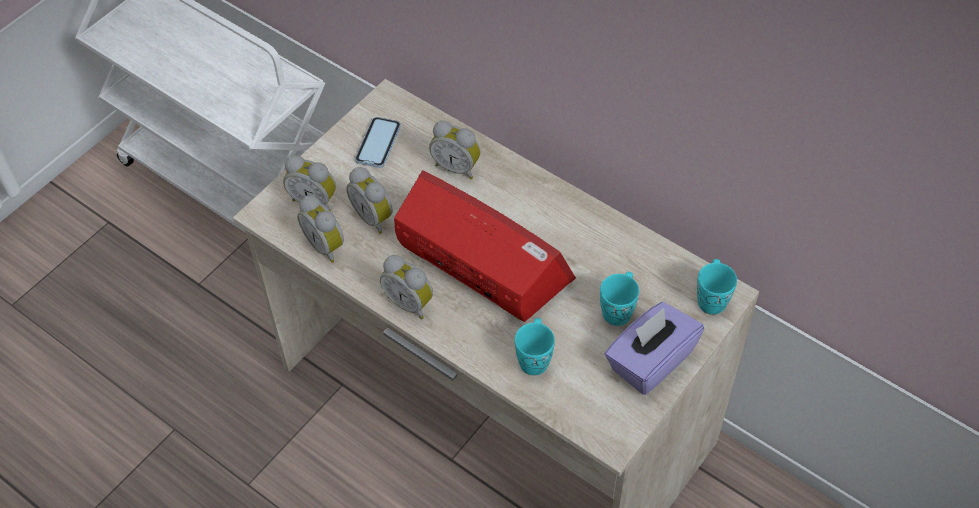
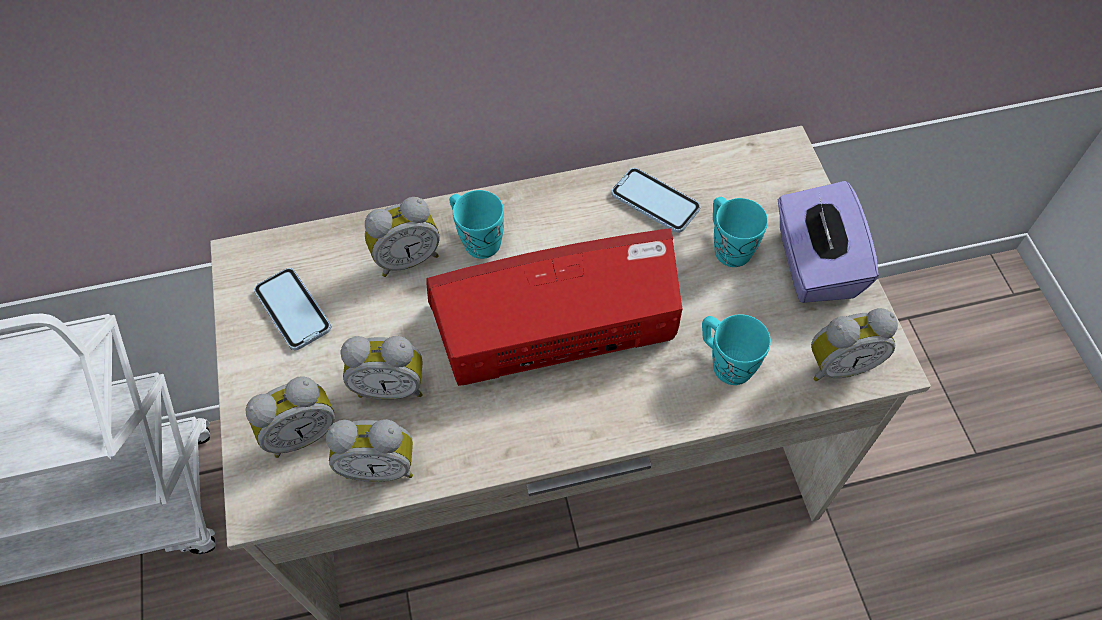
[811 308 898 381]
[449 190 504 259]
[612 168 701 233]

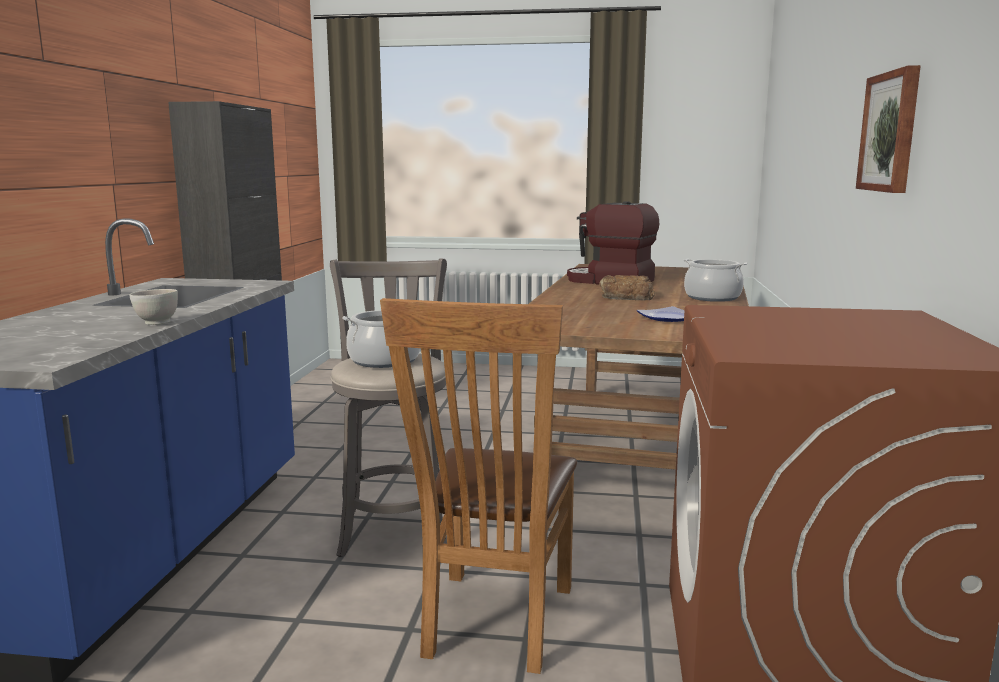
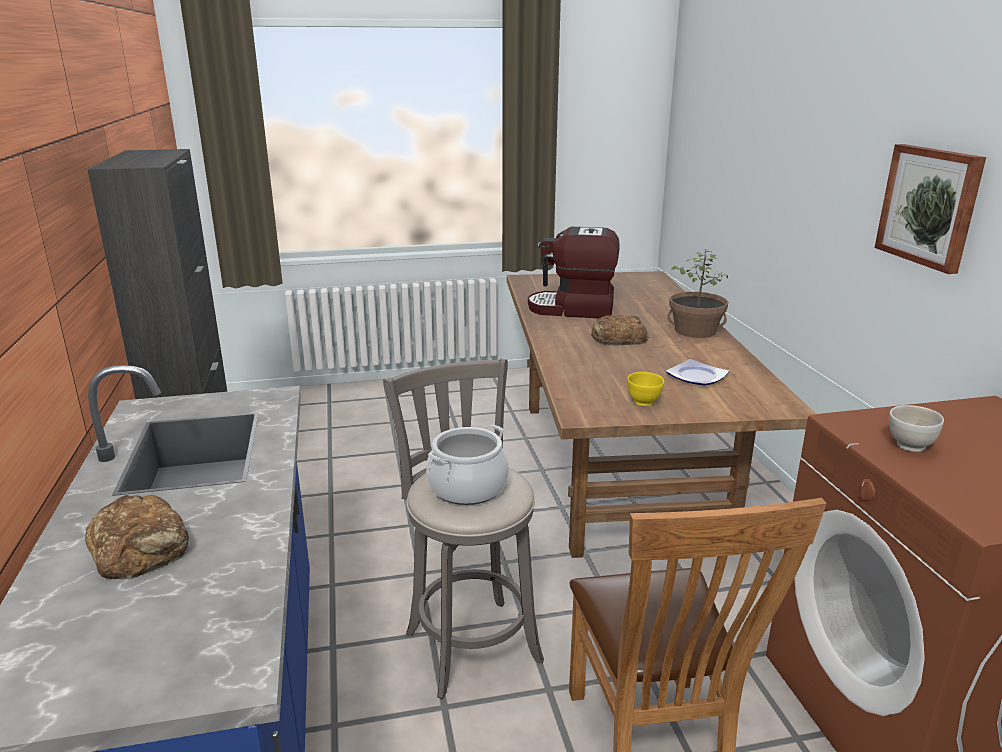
[667 249 728 338]
[889 405 944 452]
[627 372 664 406]
[85 495 189 579]

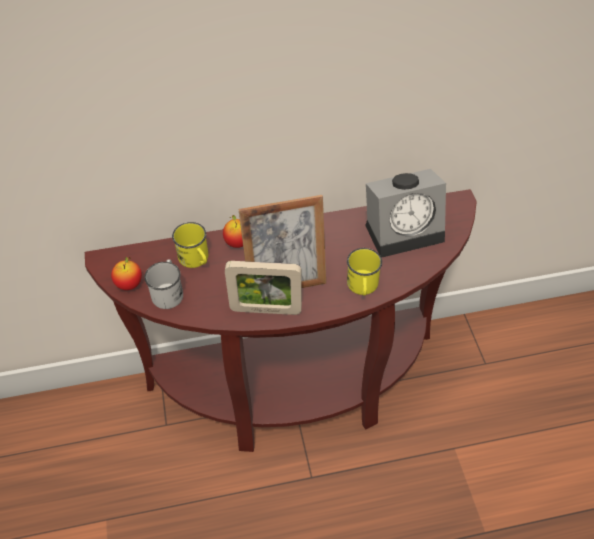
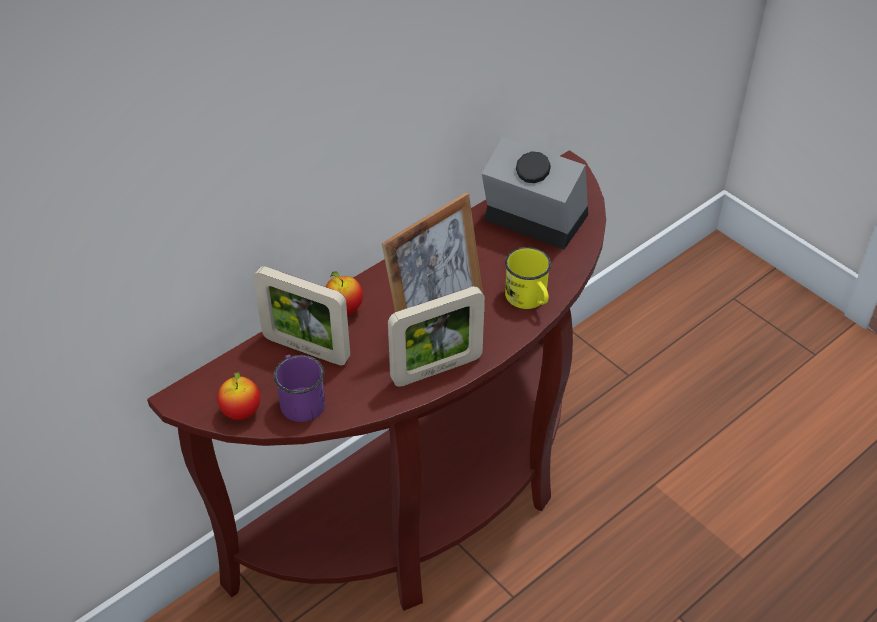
[482 137 588 250]
[253 266 350 365]
[274 355 325 422]

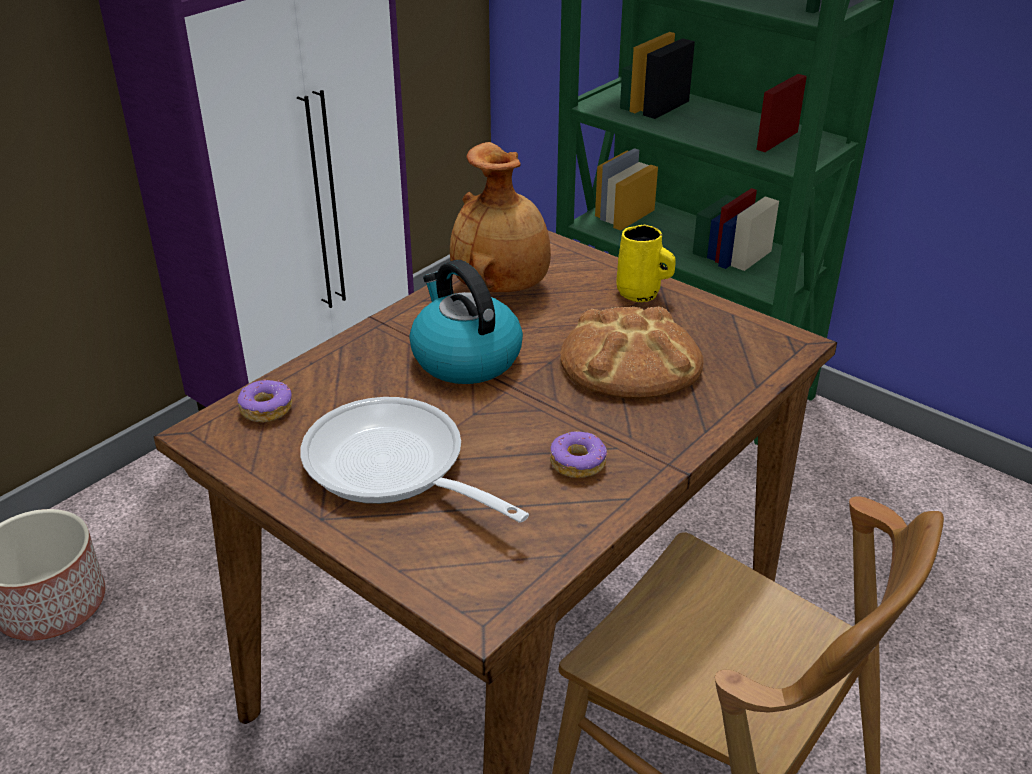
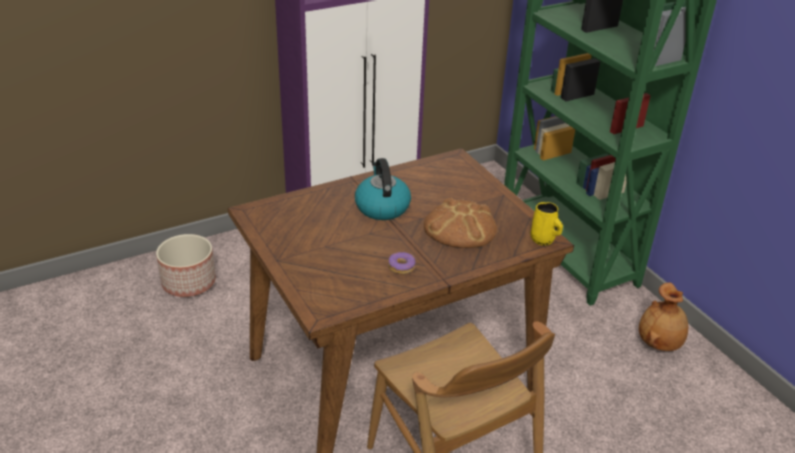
[639 282 688 351]
[531 202 563 246]
[237 379 292 423] (first image)
[301 397 529 523] (first image)

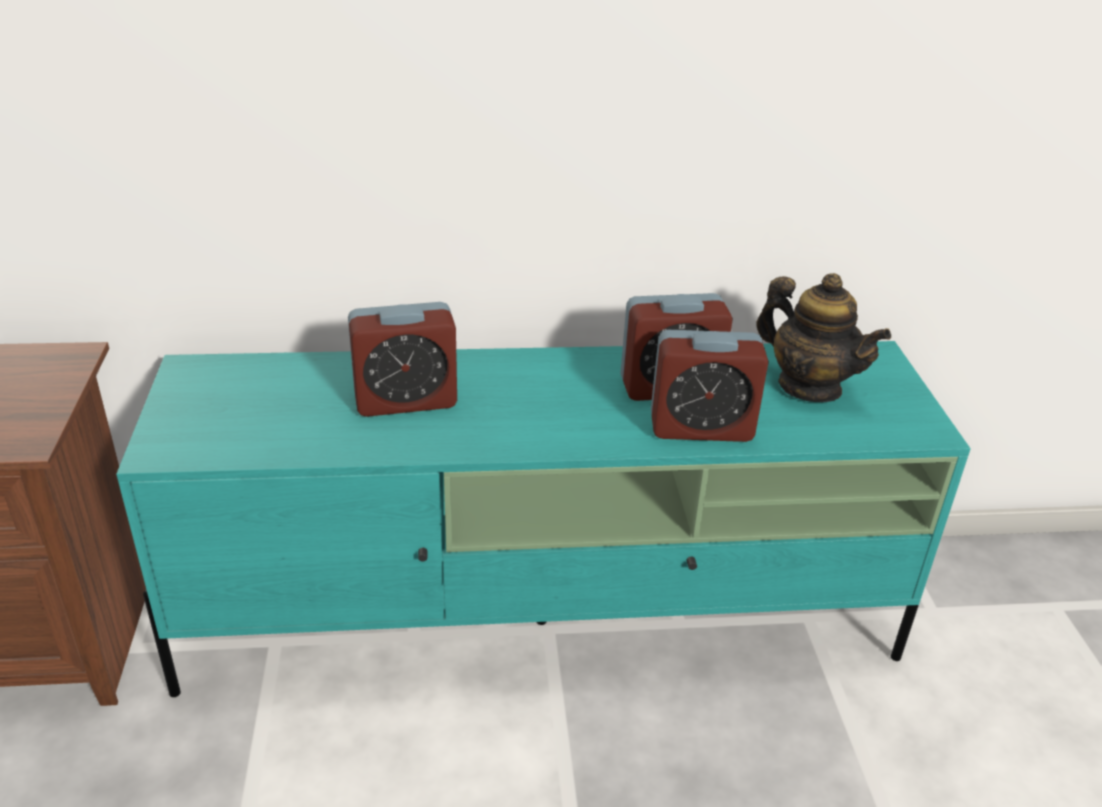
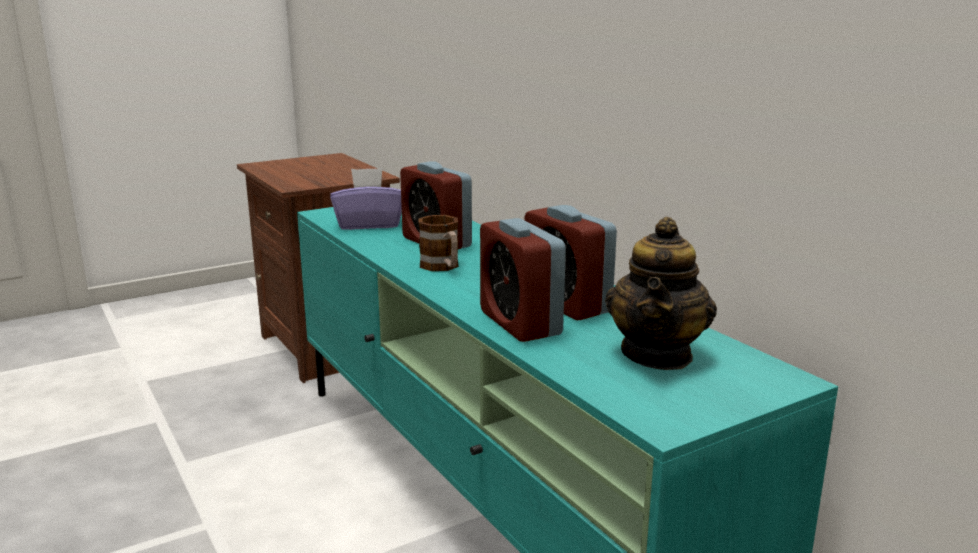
[330 168 402 230]
[419 215 459 271]

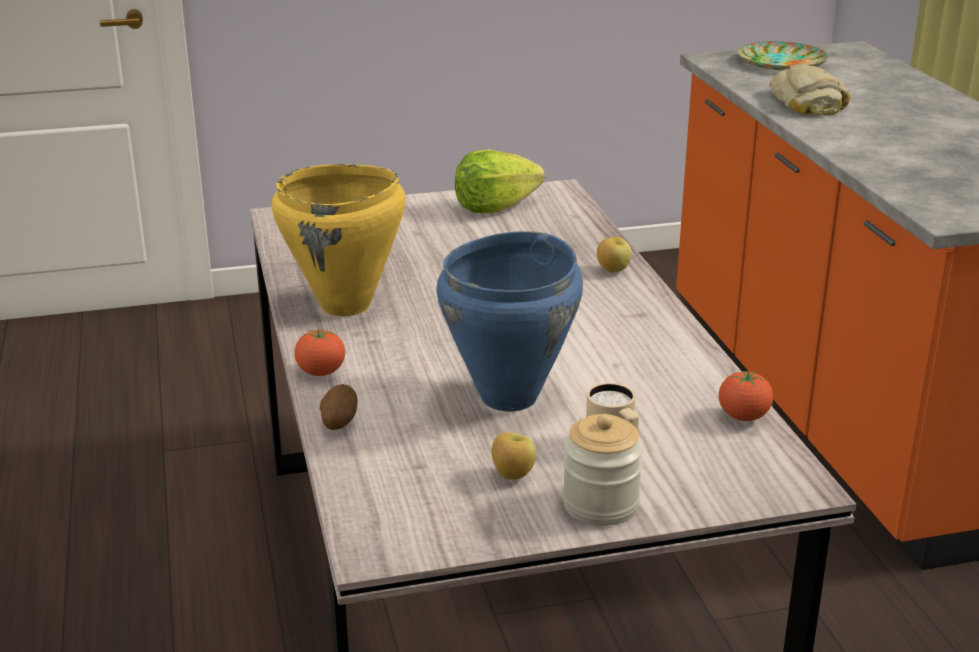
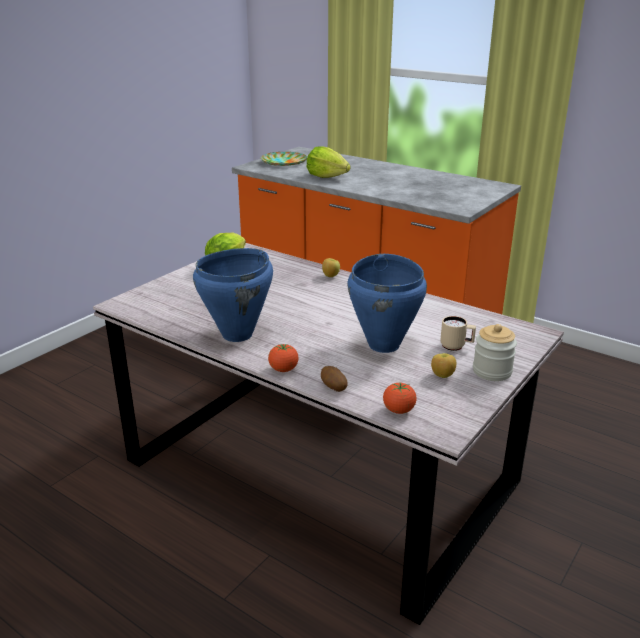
[307 146 351 178]
[193 248 273 342]
[383 383 417 414]

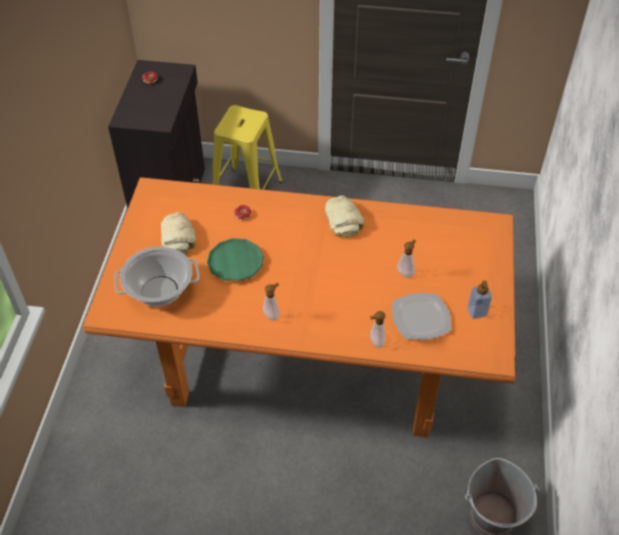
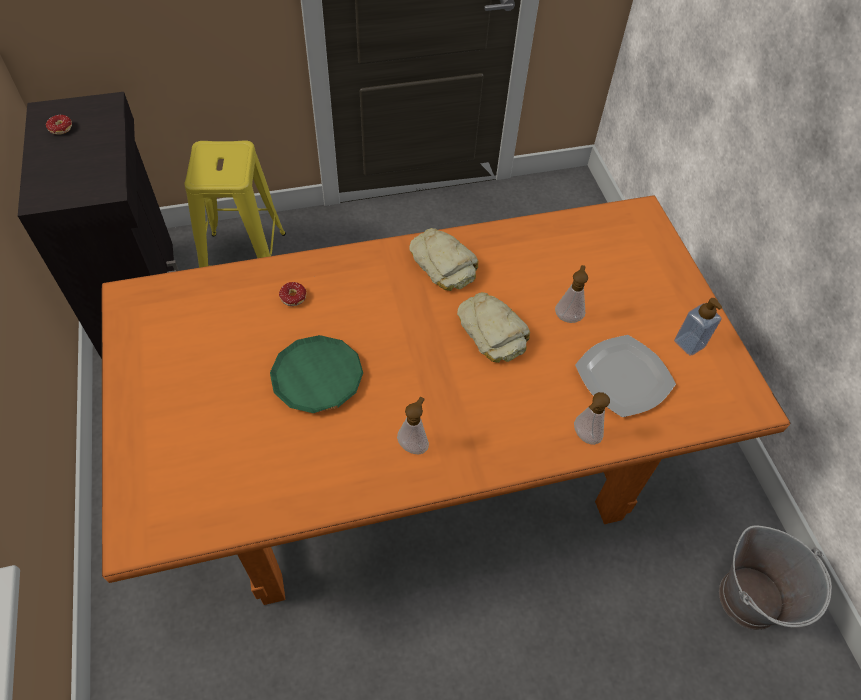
[457 292 530 363]
[114 247 200 306] (first image)

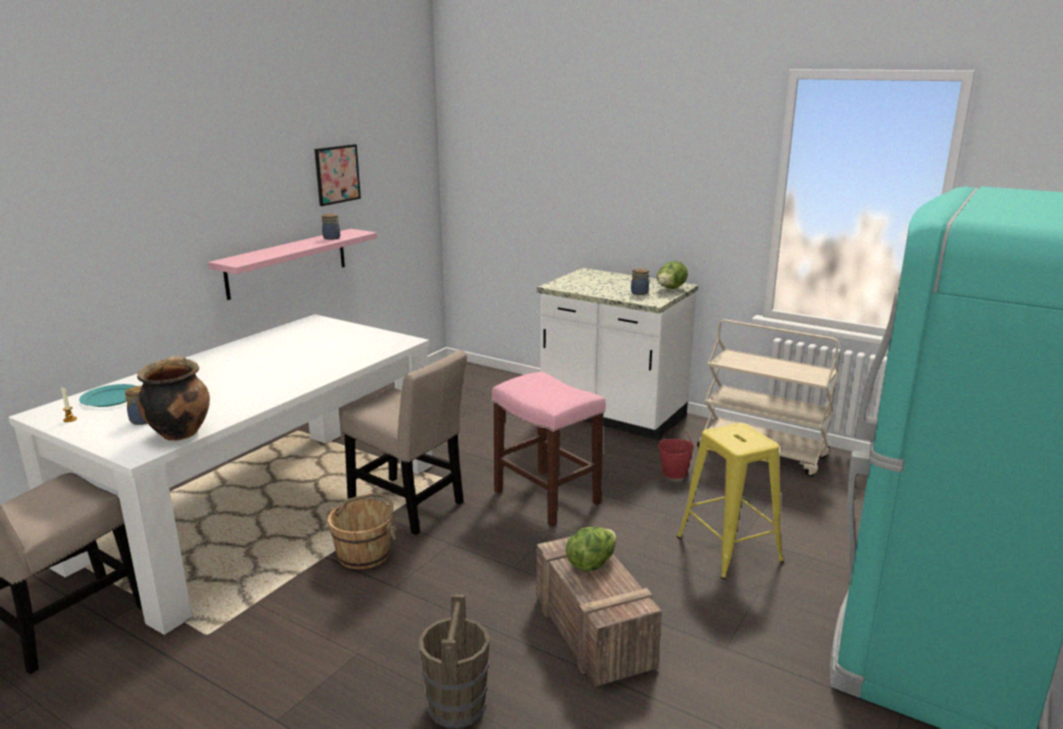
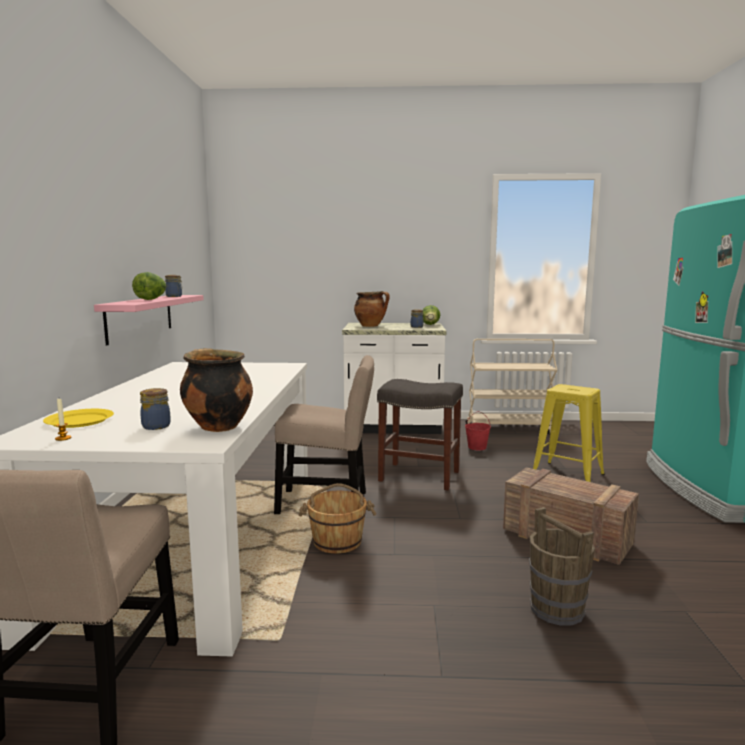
[315 144 361 206] (first image)
[377 379 463 490]
[43 409 114 428]
[132 272 166 300]
[354 291 390 327]

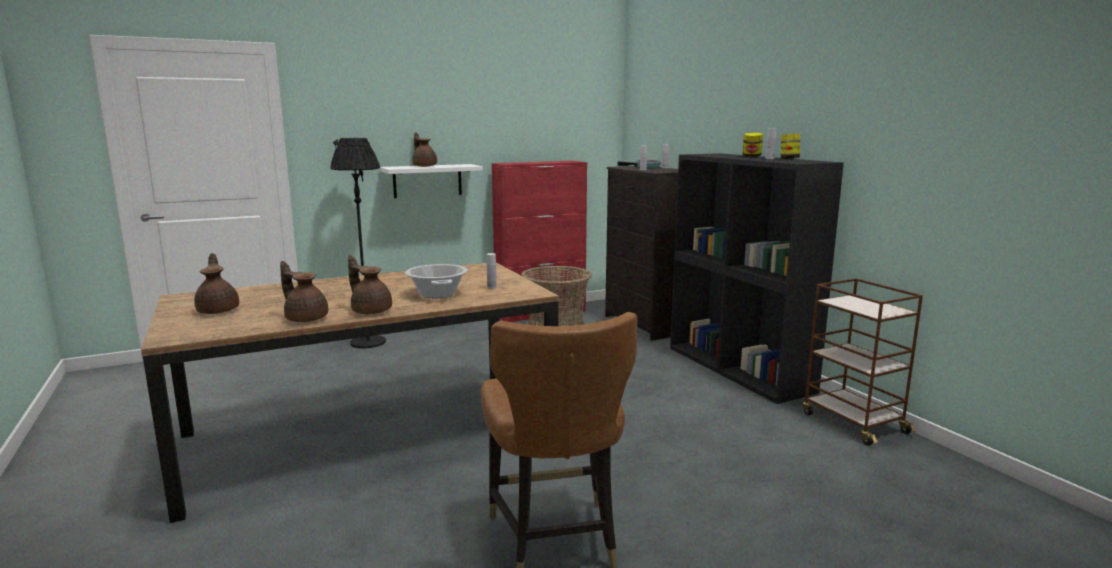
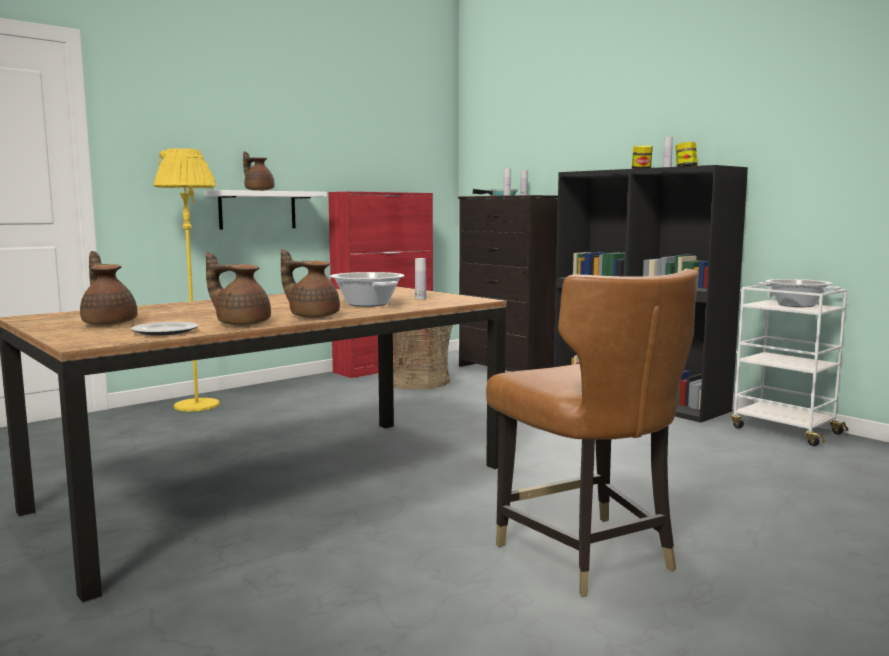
[154 148 220 412]
[731 285 848 446]
[758 279 841 307]
[131 322 199 336]

